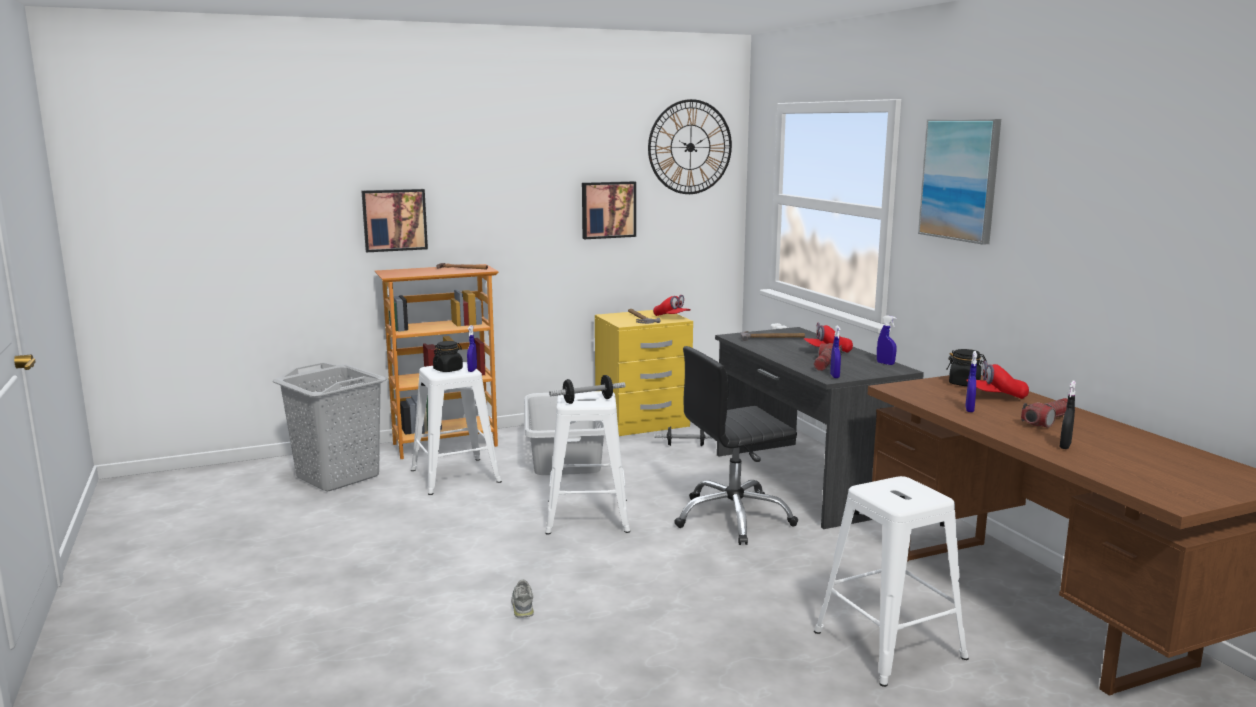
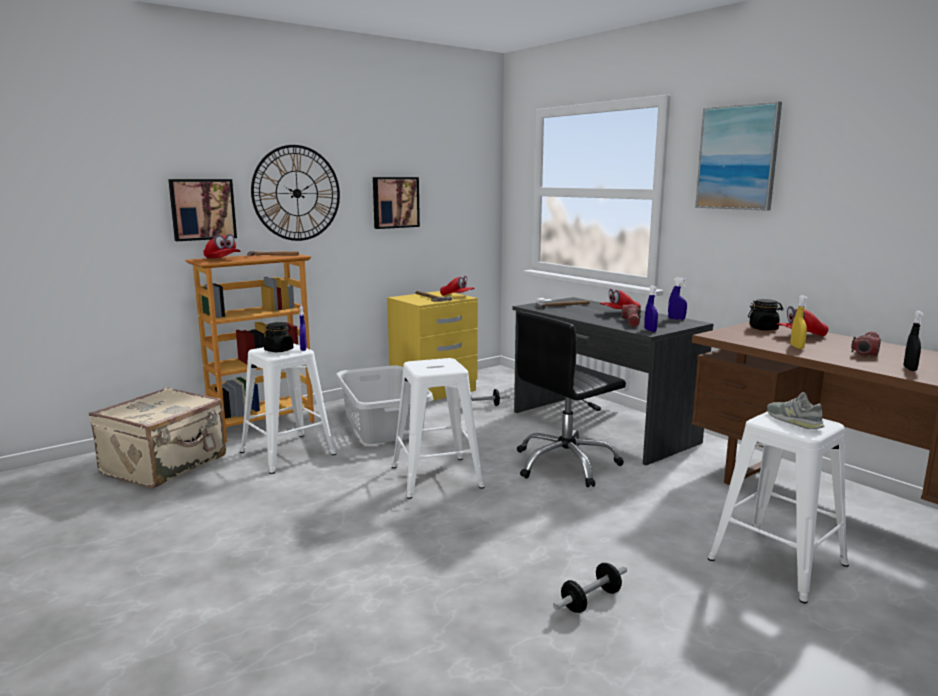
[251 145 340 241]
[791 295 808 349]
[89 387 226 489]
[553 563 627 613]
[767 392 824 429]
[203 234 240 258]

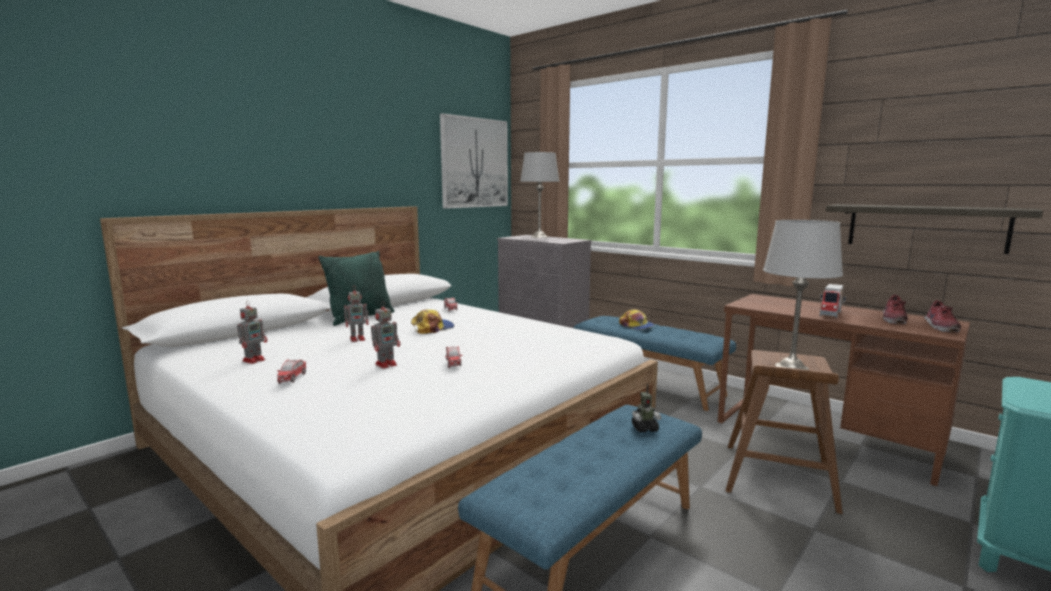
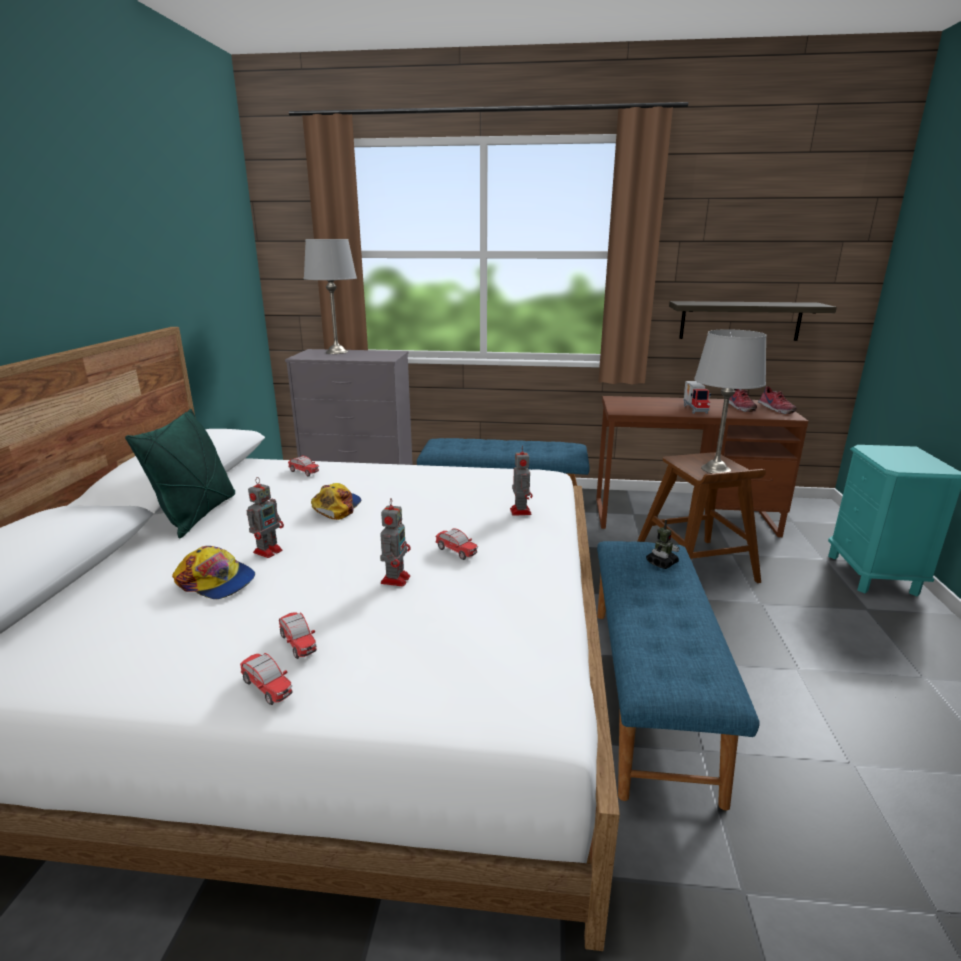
[440 113 508 209] (first image)
[510 446 532 516]
[172 546 255 599]
[240 653 293 705]

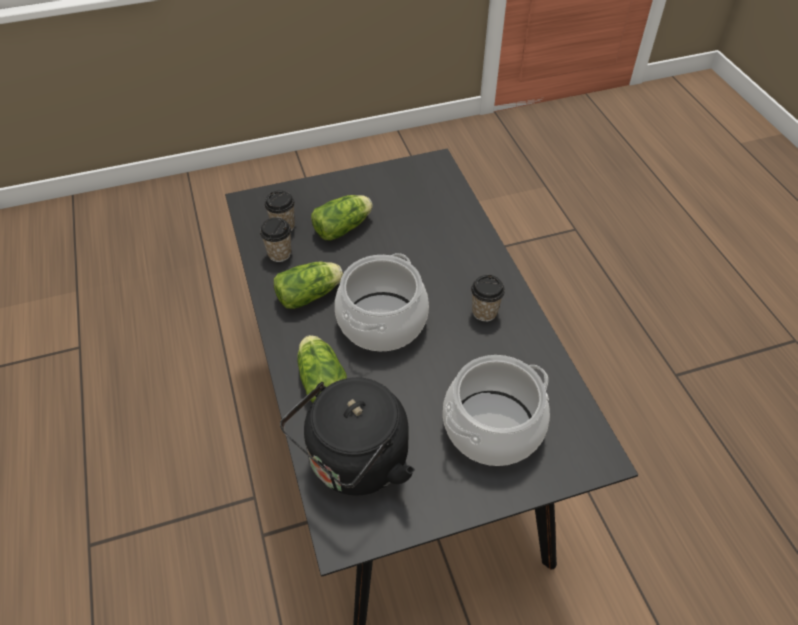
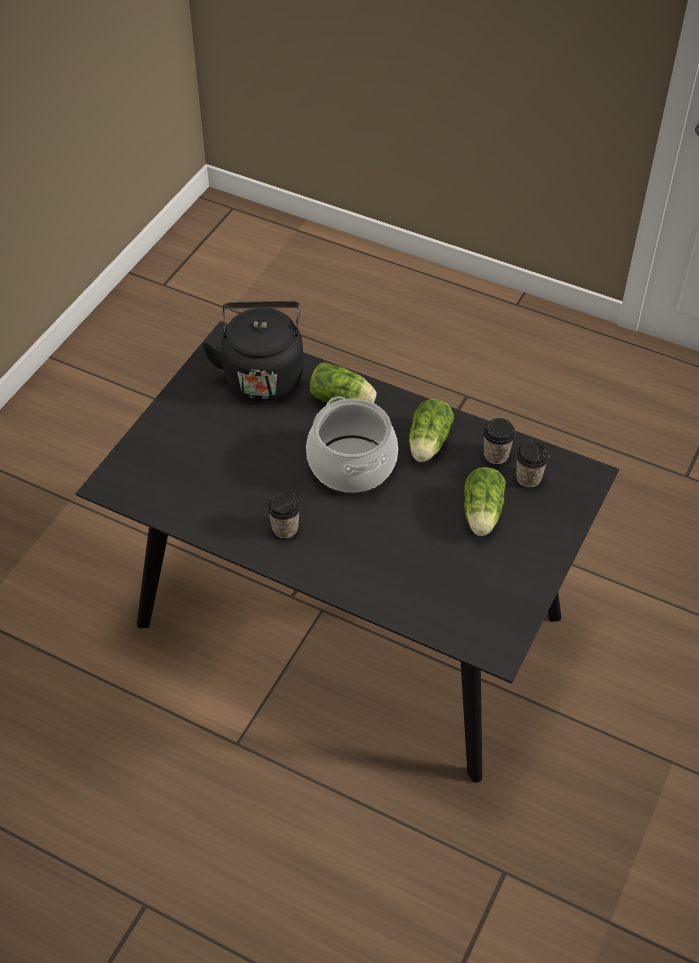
[443 355 550 466] (first image)

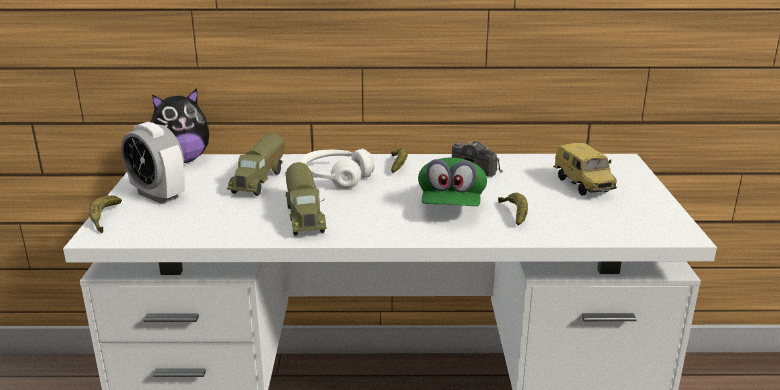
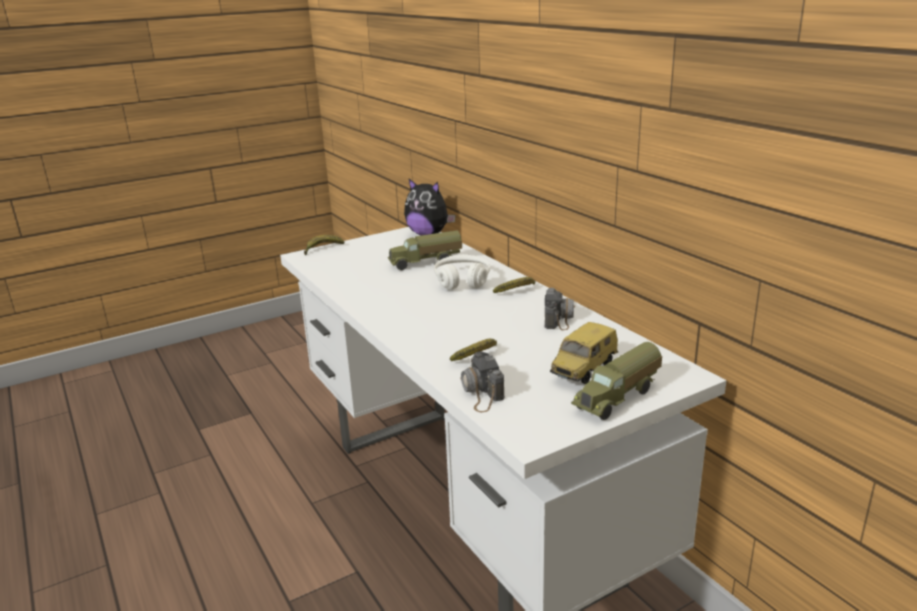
[121 122 185 204] (first image)
[418 158 487 206] (first image)
[571 342 662 420]
[460 351 505 412]

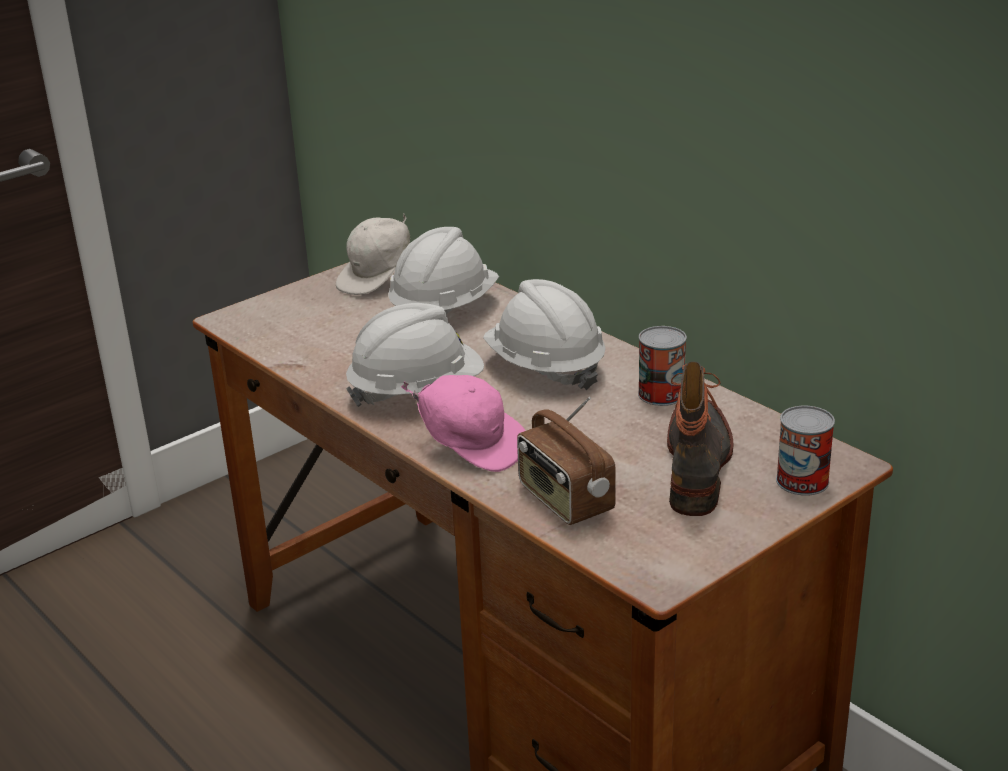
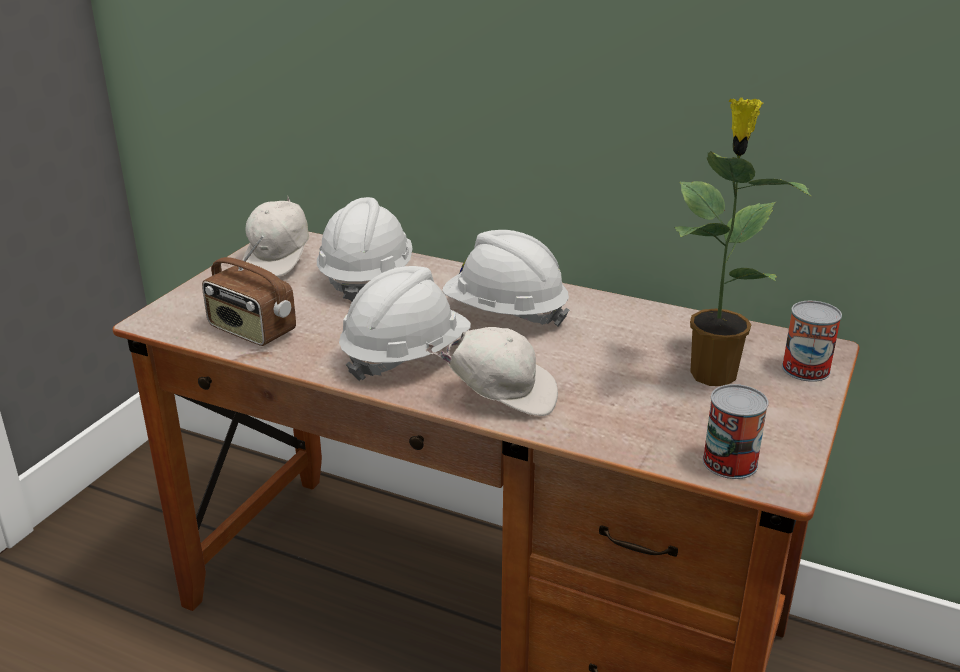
[702 384 769 479]
[675 98 811 386]
[426 327 558 416]
[202 235 296 346]

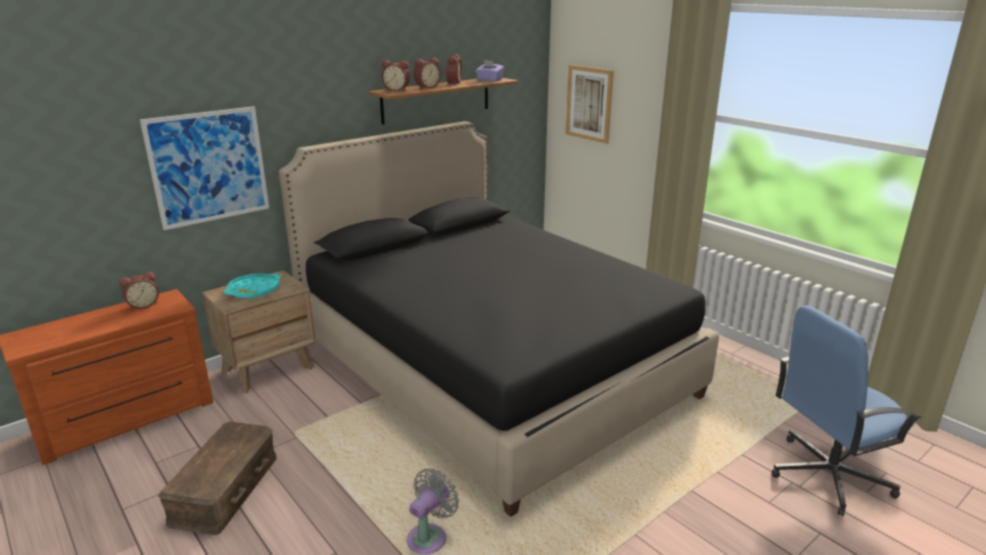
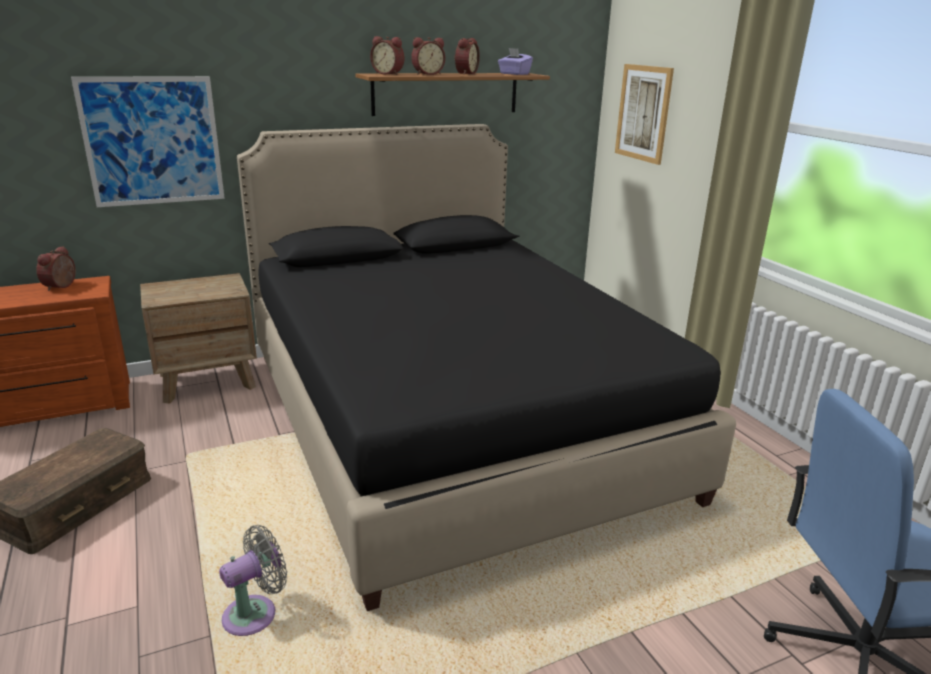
[36 246 76 291]
[224 274 281 299] (first image)

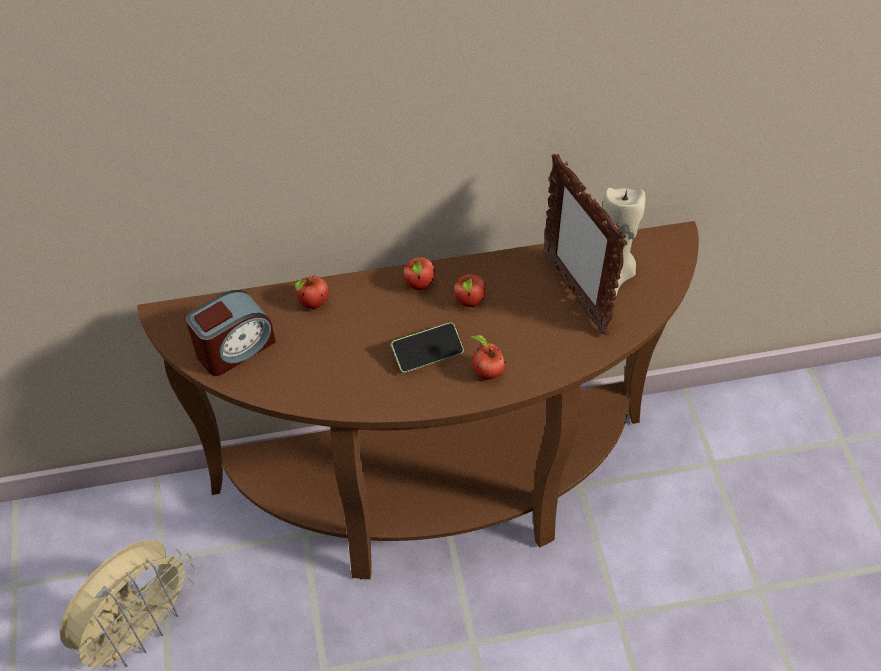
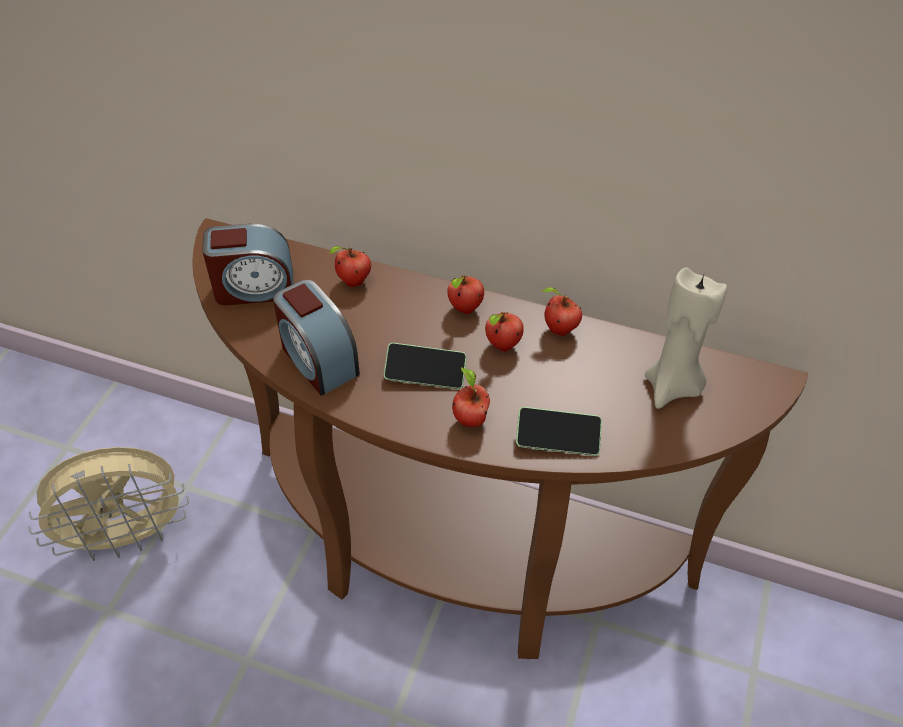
[543 154 628 335] (first image)
[273 280 360 396]
[541 287 582 336]
[516 407 602 456]

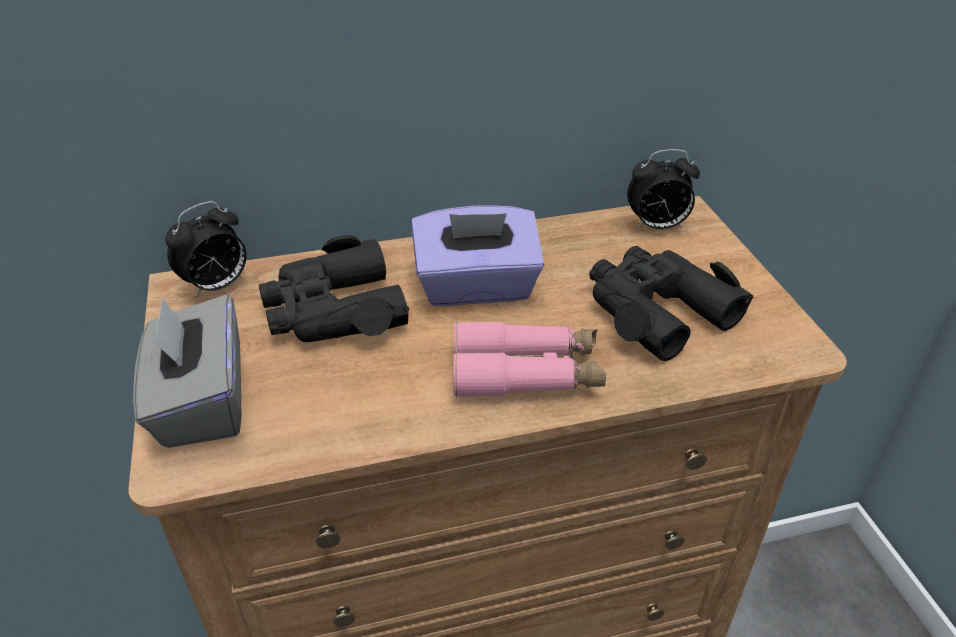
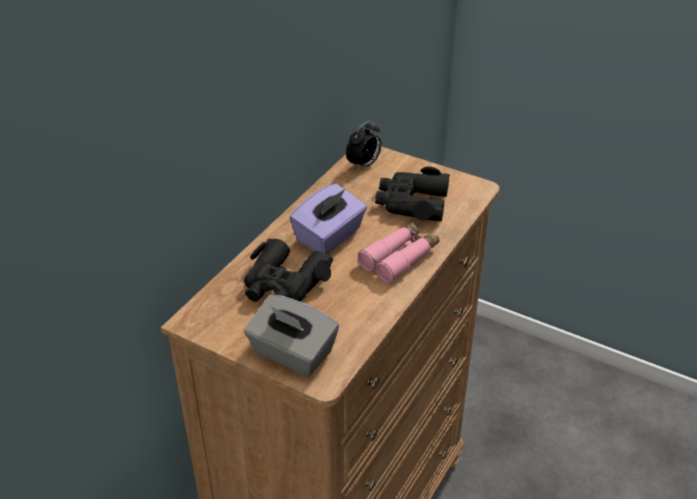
[165 201 247 298] (first image)

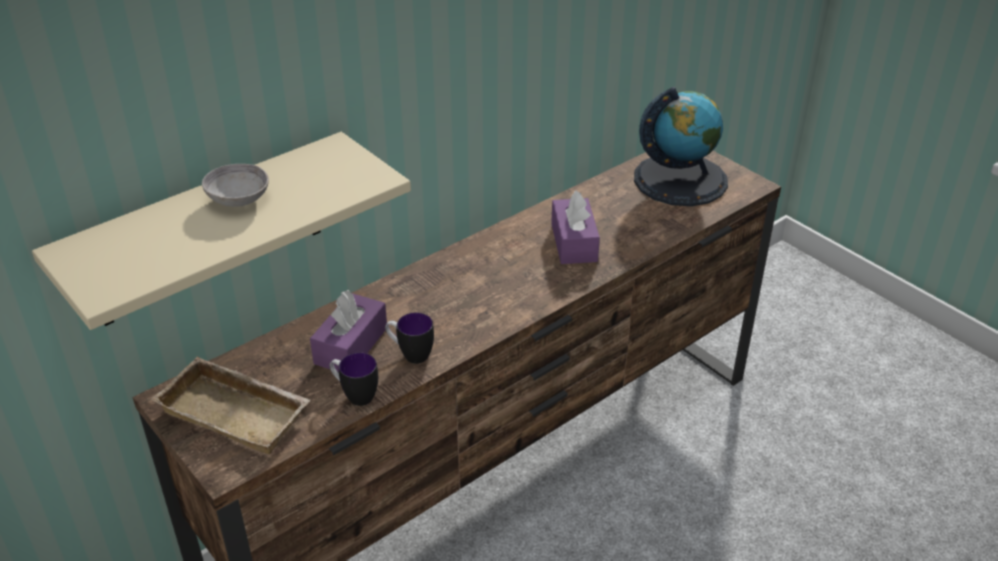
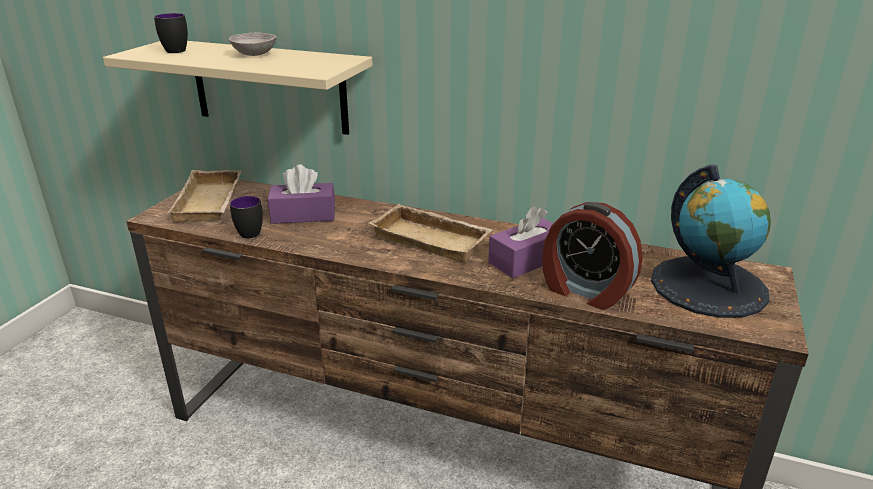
[154 13 188 53]
[542 202 643 310]
[369 204 493 262]

